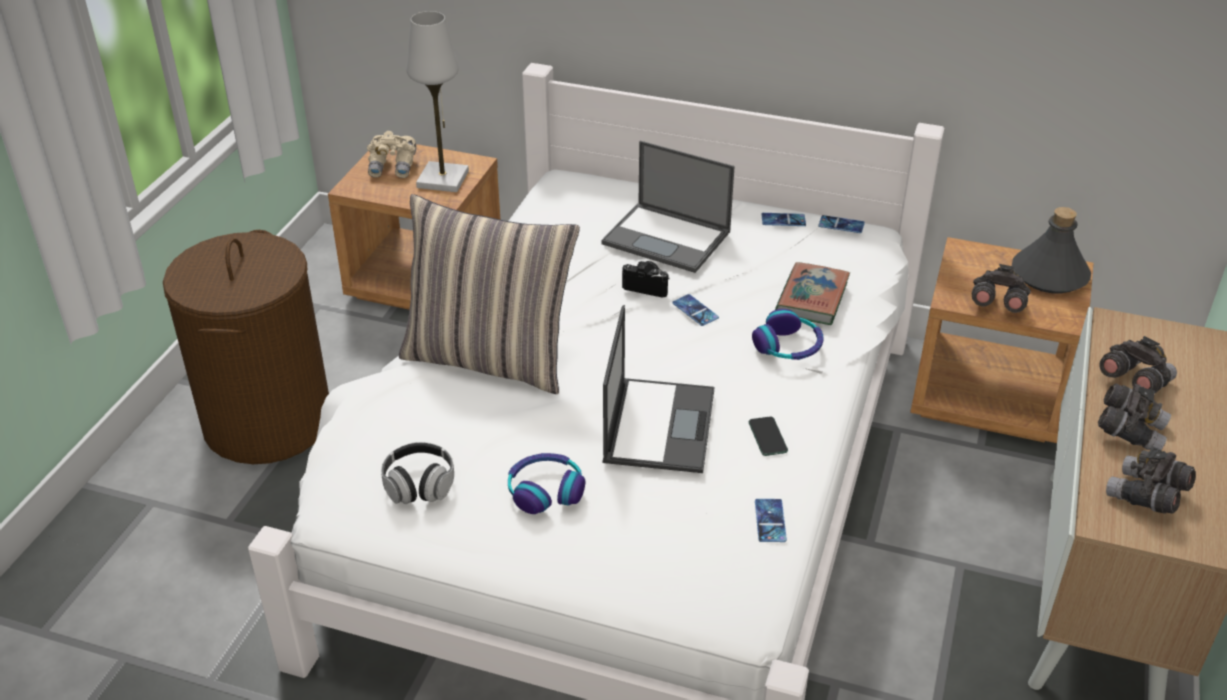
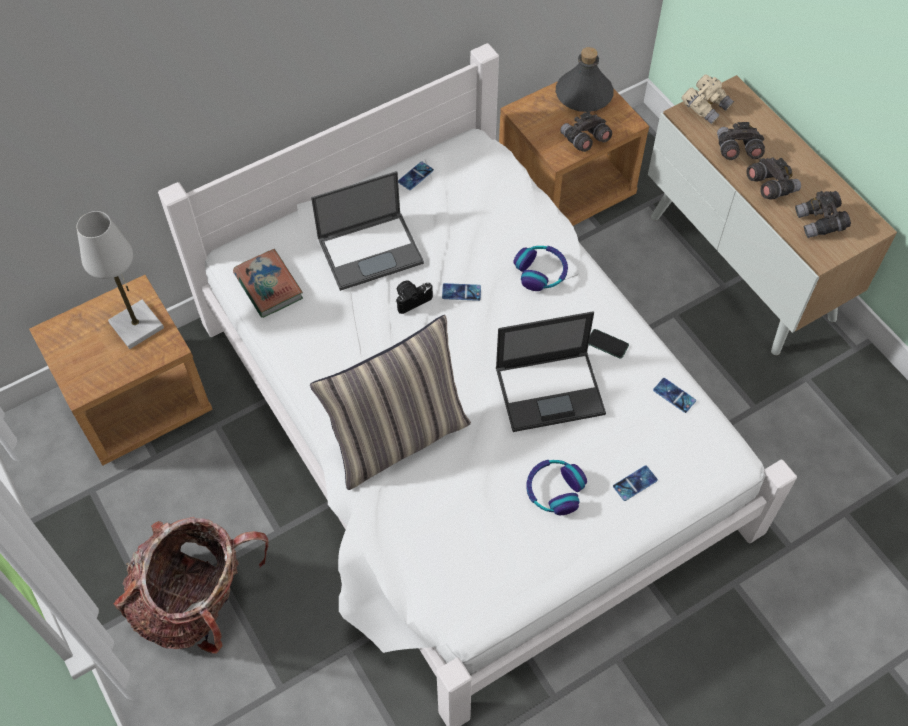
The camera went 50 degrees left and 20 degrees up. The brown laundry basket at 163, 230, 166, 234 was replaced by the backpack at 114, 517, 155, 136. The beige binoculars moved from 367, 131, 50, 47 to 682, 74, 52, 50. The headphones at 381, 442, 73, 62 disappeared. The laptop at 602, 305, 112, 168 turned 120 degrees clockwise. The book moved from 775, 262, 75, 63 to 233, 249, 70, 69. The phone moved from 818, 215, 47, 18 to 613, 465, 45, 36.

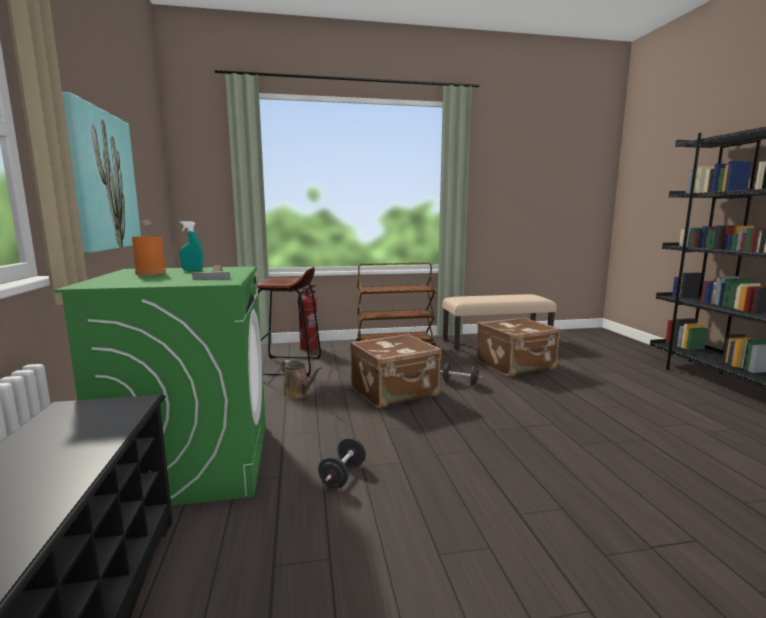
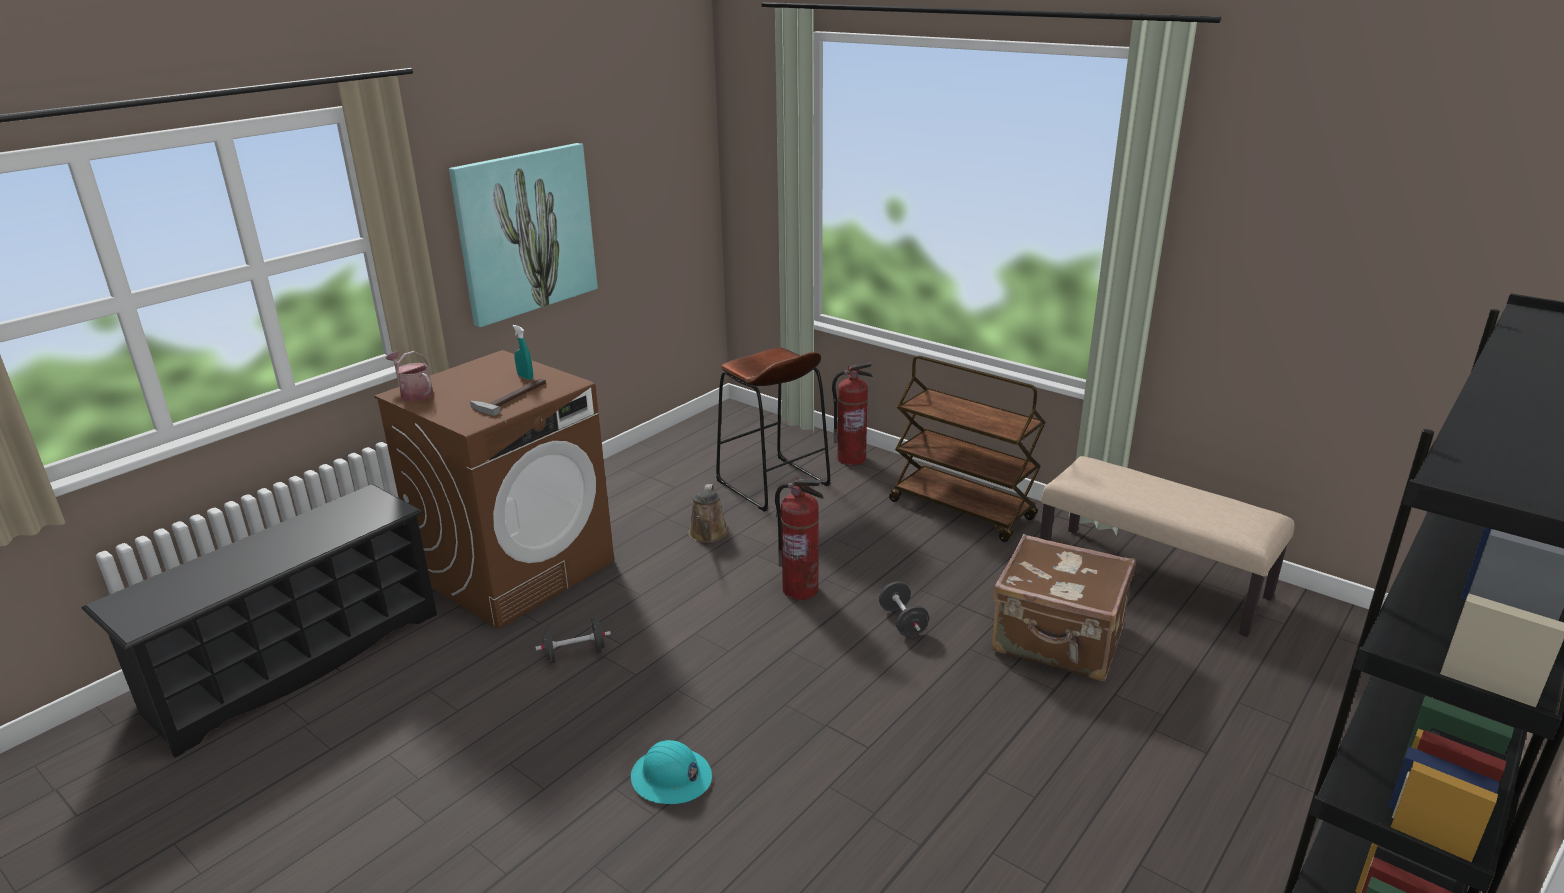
The camera went 50 degrees right and 15 degrees up. The green washing machine at 55, 266, 211, 240 became the brown washing machine at 374, 350, 240, 279. The orange bottle at 132, 220, 34, 56 disappeared. The brown suitcase at 350, 333, 91, 75 was replaced by the fire extinguisher at 775, 478, 49, 122. The watering can at 386, 351, 48, 50 appeared. The turquoise hard hat at 631, 740, 81, 64 appeared.

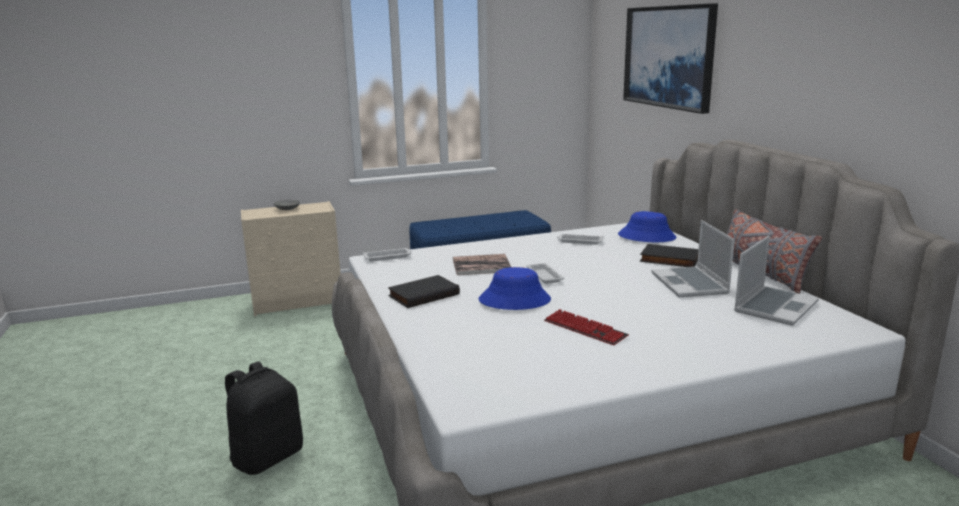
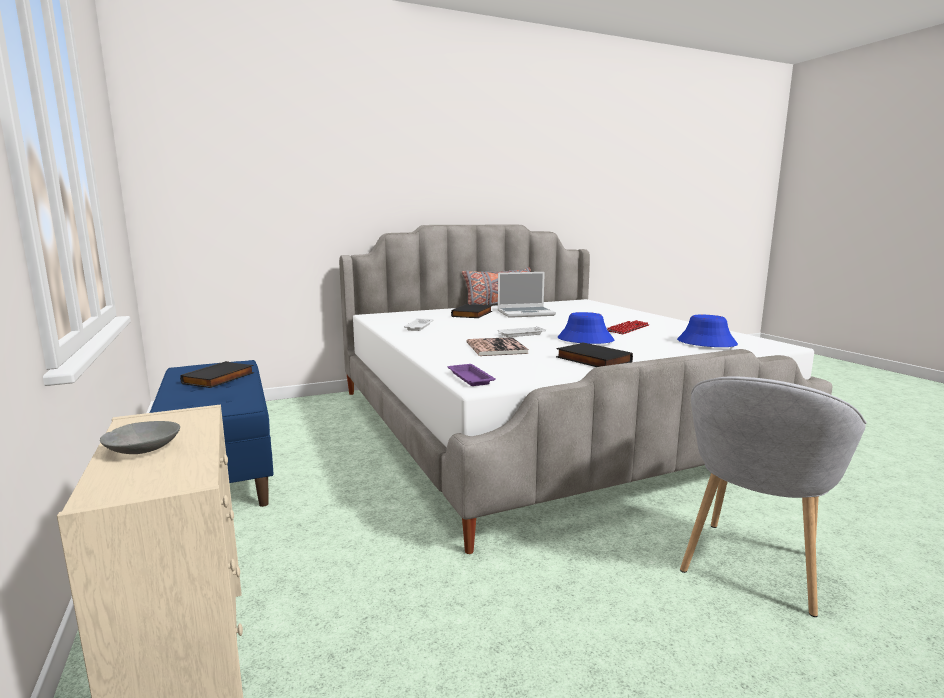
The camera went 95 degrees left and 5 degrees down. The black backpack at 225, 361, 78, 114 was replaced by the grey armchair at 680, 376, 187, 241. The white tray at 363, 248, 49, 14 became the purple tray at 448, 364, 48, 22. The blue hat moved from 618, 211, 58, 31 to 677, 315, 61, 32. The picture at 623, 3, 95, 111 disappeared. The laptop at 734, 236, 85, 90 disappeared. The black book at 180, 361, 74, 27 appeared.

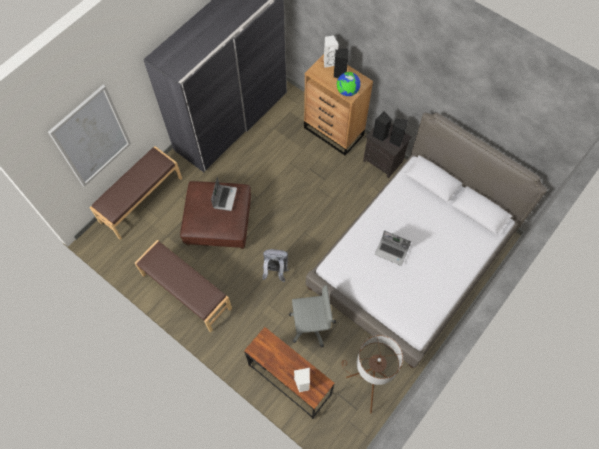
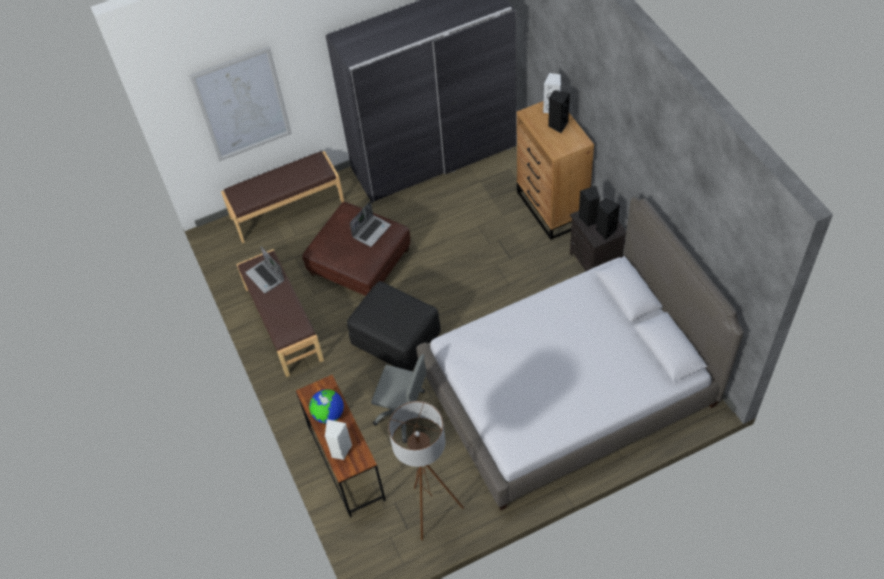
The camera went 30 degrees right and 10 degrees down. The grey backpack at 262, 249, 27, 33 was replaced by the black ottoman at 347, 281, 94, 90. The globe moved from 337, 72, 24, 24 to 309, 389, 35, 35. The laptop moved from 375, 230, 36, 36 to 245, 246, 39, 47.

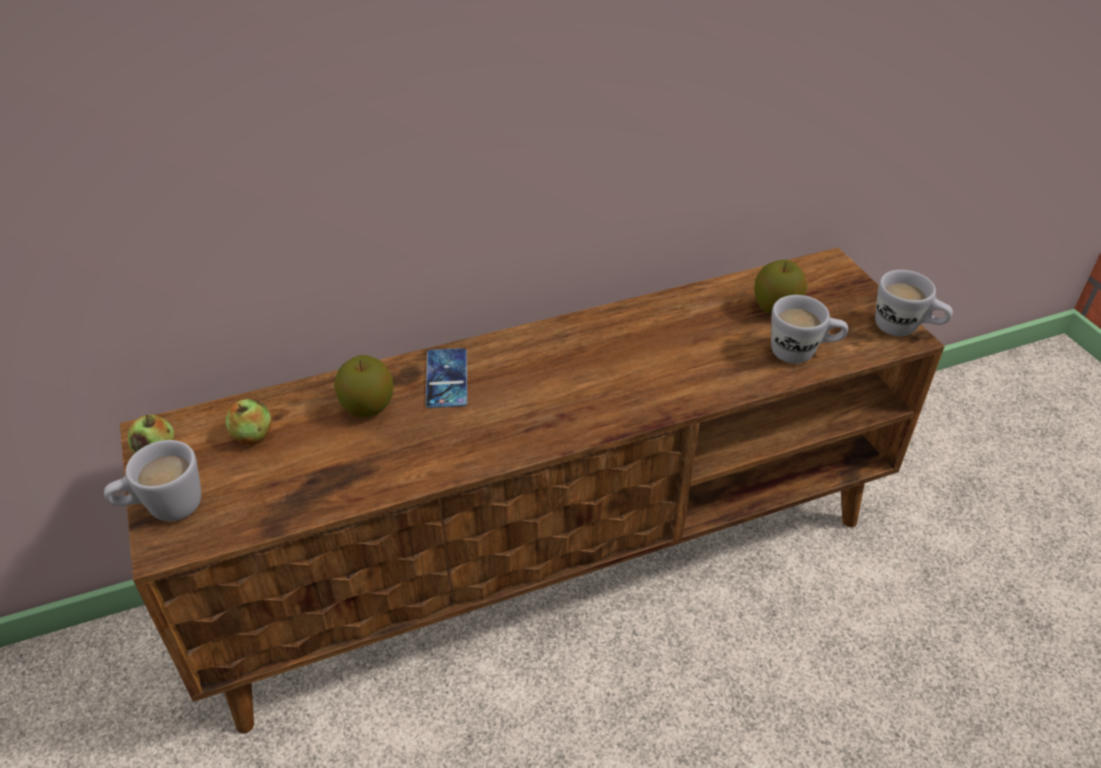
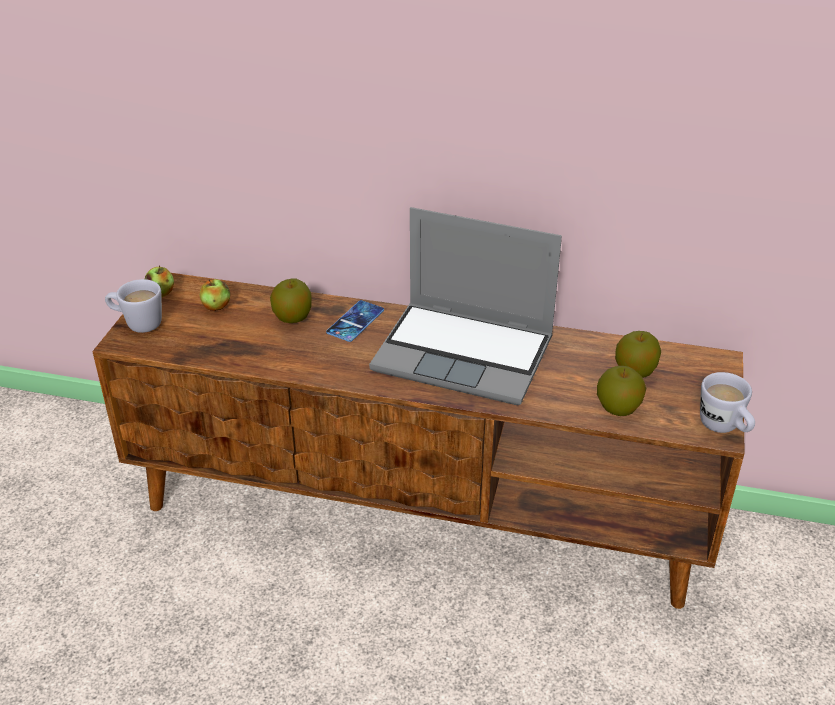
The camera went 35 degrees right and 5 degrees down. The white mug at 771, 295, 77, 69 was replaced by the apple at 597, 366, 49, 50. The laptop at 369, 207, 193, 198 appeared.

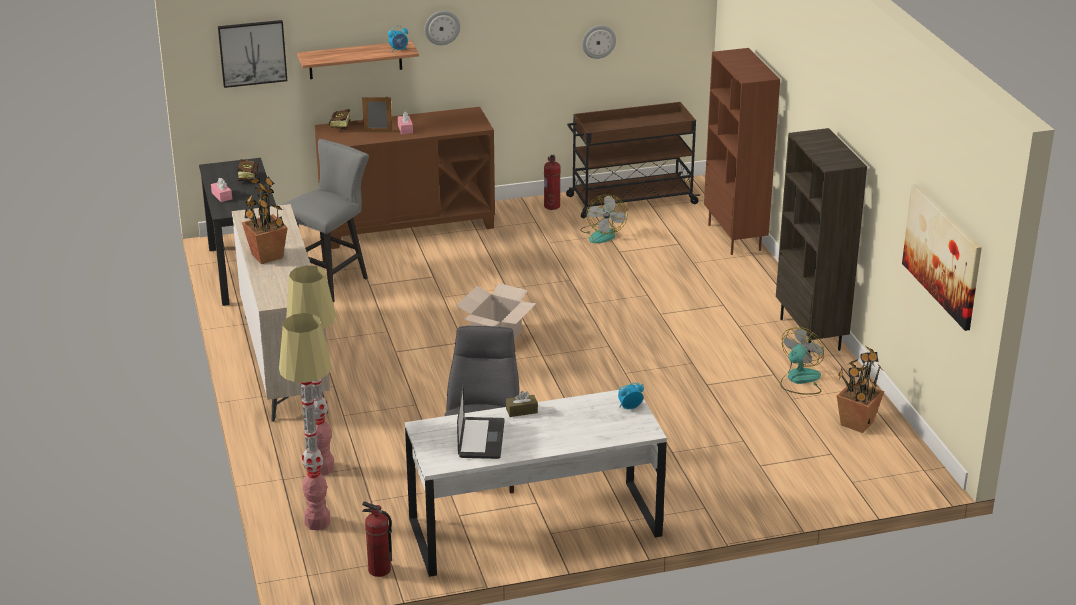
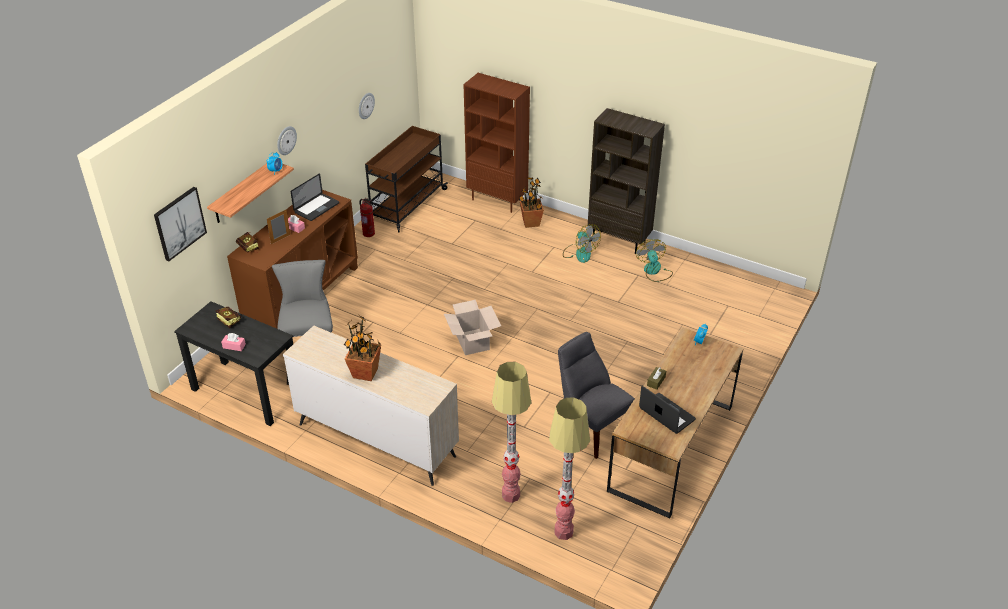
The camera went 45 degrees left and 10 degrees up. The fire extinguisher at 362, 501, 30, 76 disappeared. The white desk at 405, 390, 262, 187 became the brown desk at 607, 327, 136, 192. The fan moved from 580, 194, 48, 49 to 563, 224, 38, 39. The potted plant moved from 837, 346, 47, 87 to 519, 177, 25, 51. The picture at 902, 184, 80, 147 disappeared. The laptop at 291, 174, 48, 47 appeared.

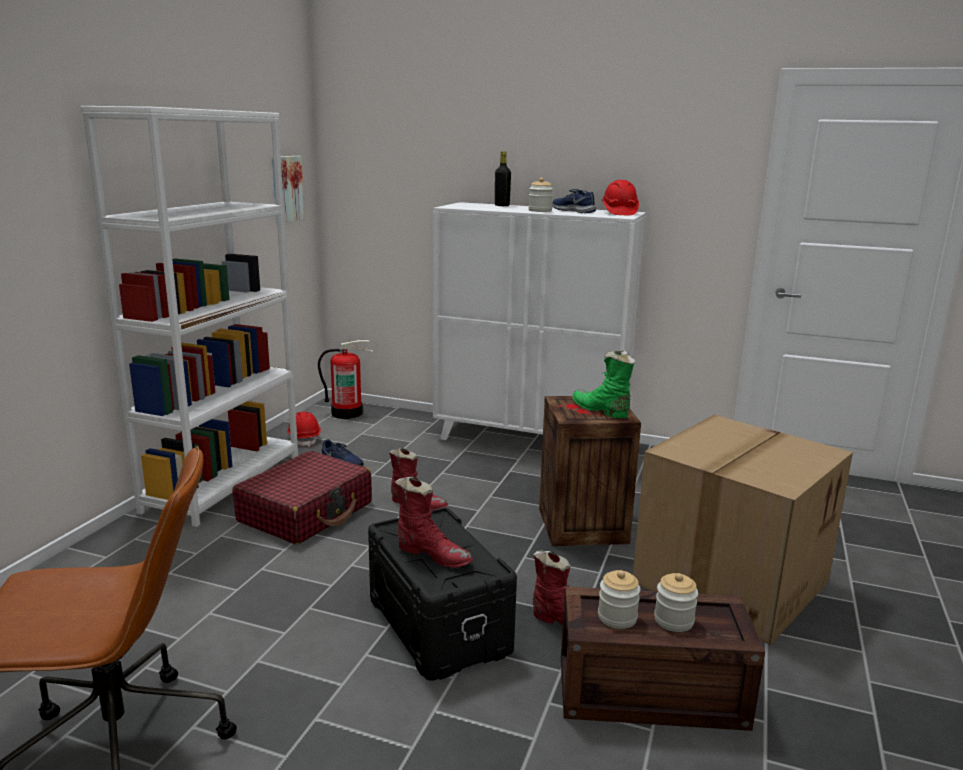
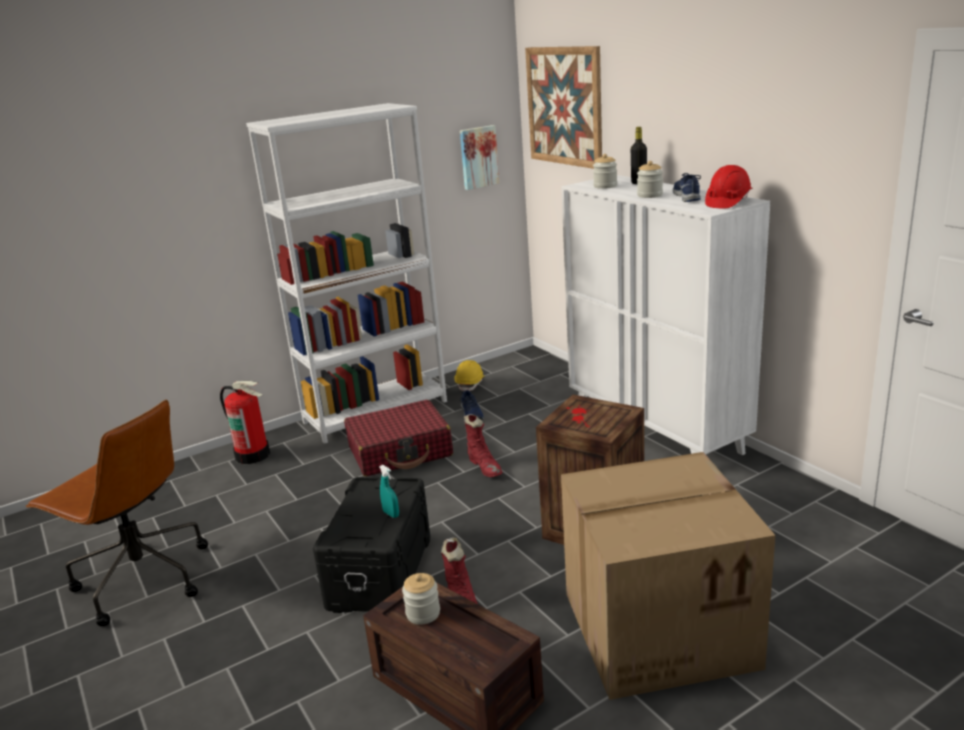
The camera went 40 degrees right and 5 degrees up. The red hard hat at 287, 412, 34, 35 became the yellow hard hat at 454, 360, 31, 31. The fire extinguisher moved from 318, 340, 55, 79 to 220, 381, 50, 83. The red boot at 395, 477, 78, 91 disappeared. The green boot at 572, 350, 63, 68 disappeared. The jar moved from 654, 573, 44, 59 to 593, 154, 24, 35. The turquoise spray bottle at 379, 465, 20, 53 appeared. The picture at 525, 46, 77, 123 appeared.

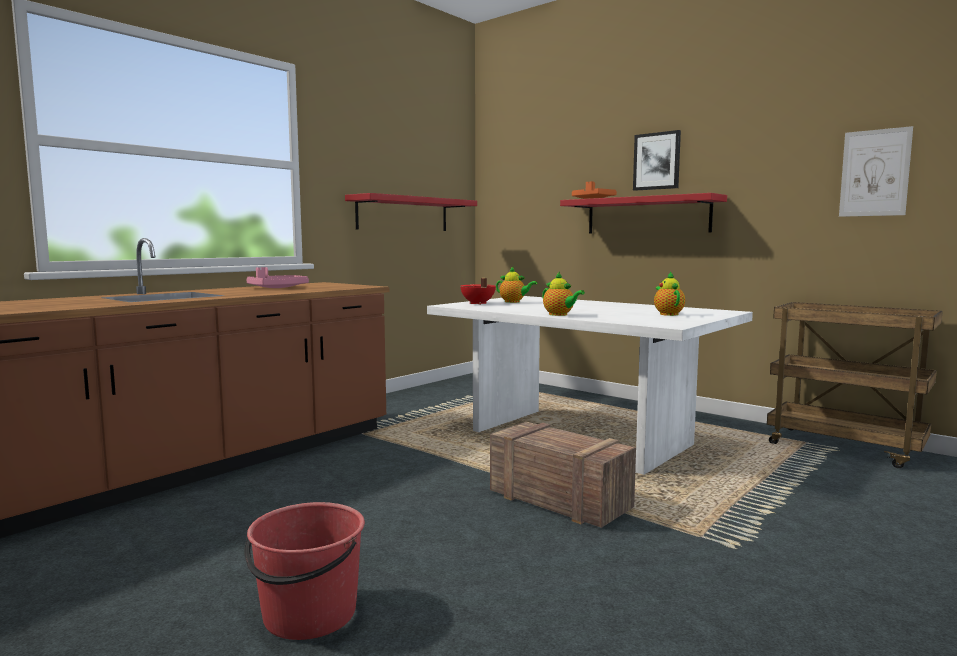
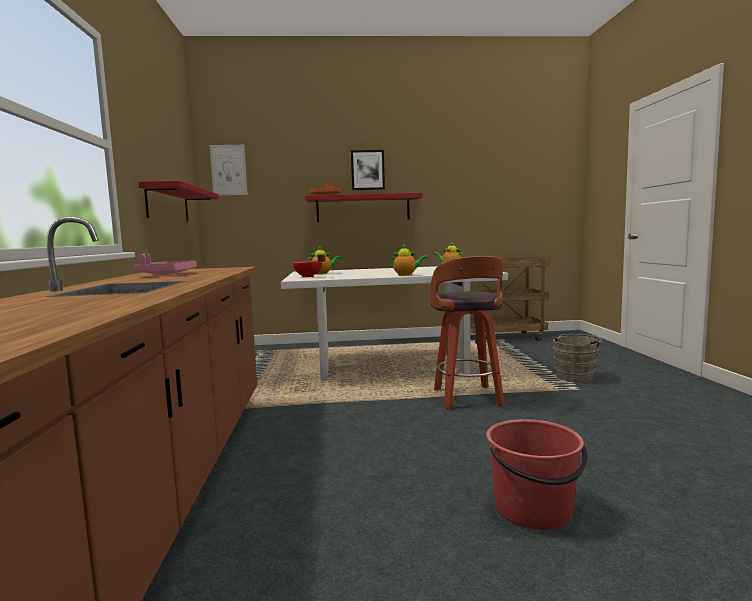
The camera went 45 degrees left and 0 degrees up. The crate at 490, 422, 146, 106 was replaced by the stool at 430, 256, 74, 153. The picture moved from 839, 126, 74, 91 to 210, 145, 38, 51. The brown bucket at 553, 334, 50, 49 appeared.

